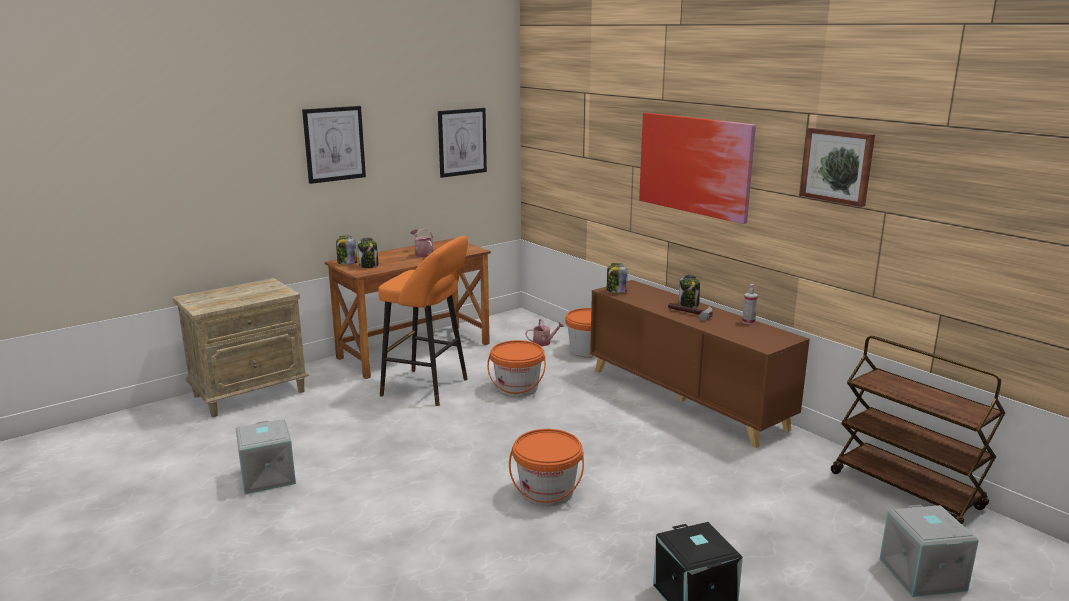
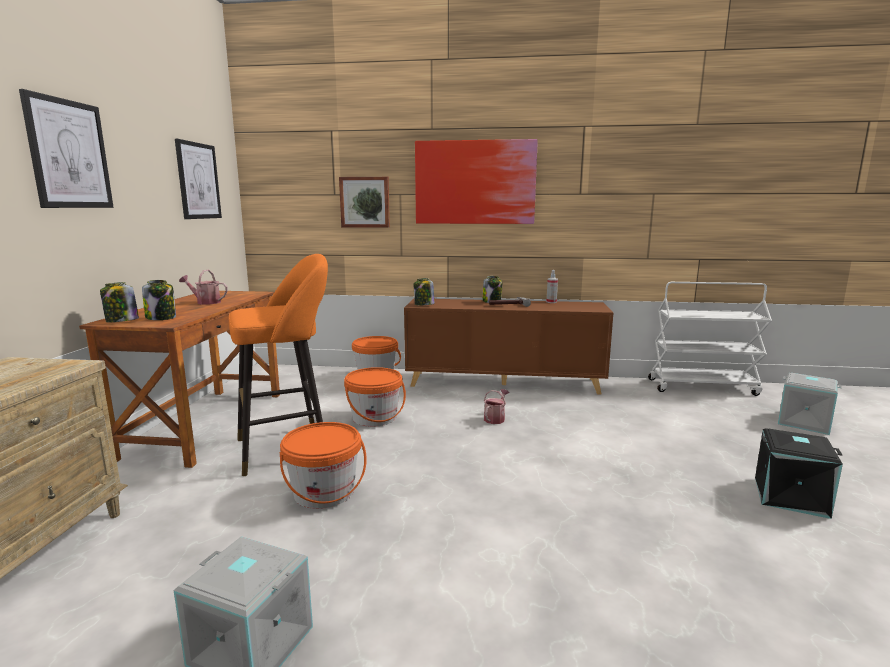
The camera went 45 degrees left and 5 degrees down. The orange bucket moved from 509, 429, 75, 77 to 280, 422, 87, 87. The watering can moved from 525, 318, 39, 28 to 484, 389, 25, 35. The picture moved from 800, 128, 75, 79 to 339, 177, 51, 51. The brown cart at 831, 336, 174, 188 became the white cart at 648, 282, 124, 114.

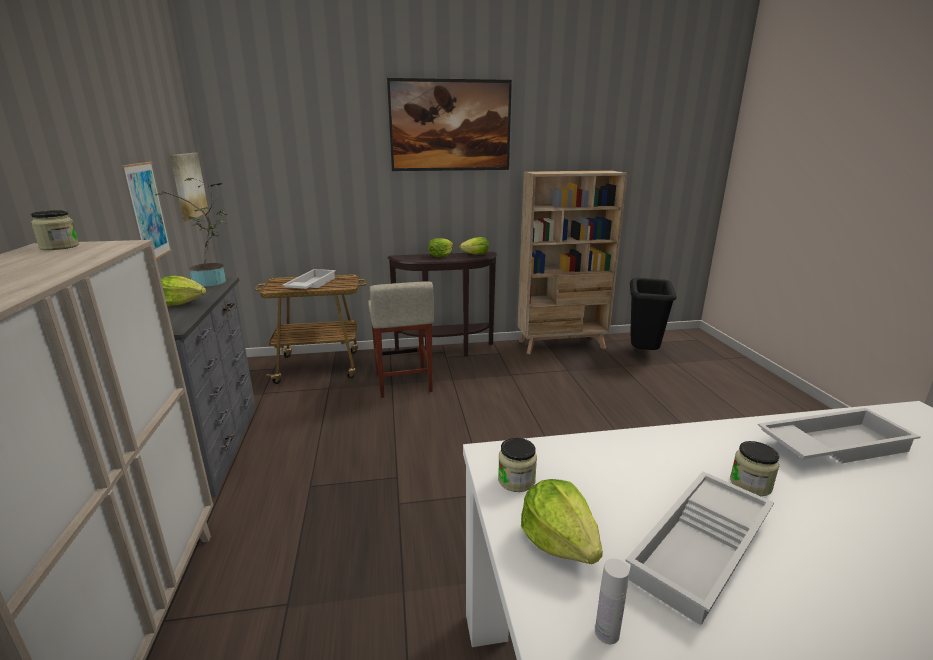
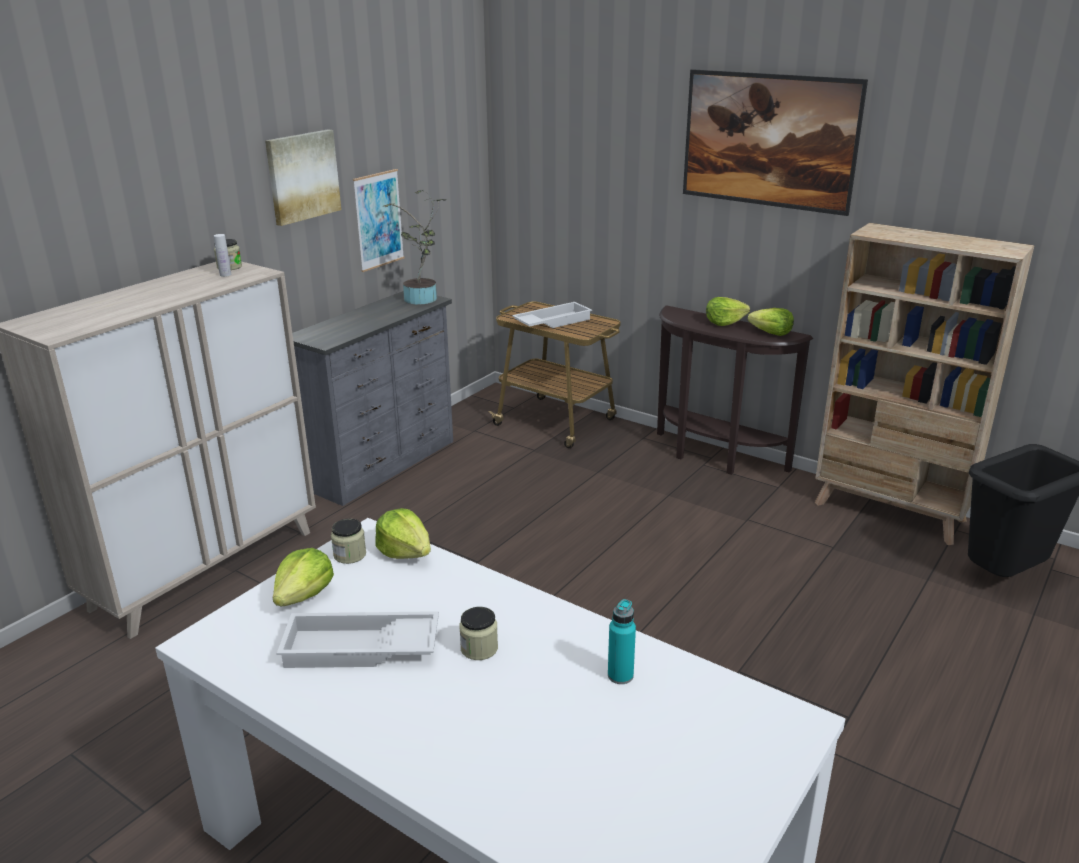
The camera went 45 degrees right and 5 degrees up. The lettuce moved from 161, 276, 45, 30 to 375, 508, 56, 51. The picture moved from 170, 153, 38, 68 to 265, 129, 76, 97. The beige stool at 368, 281, 66, 117 disappeared. The white bottle moved from 595, 559, 34, 85 to 214, 234, 17, 43. The white tray at 758, 408, 163, 55 was replaced by the turquoise bottle at 608, 599, 28, 85.

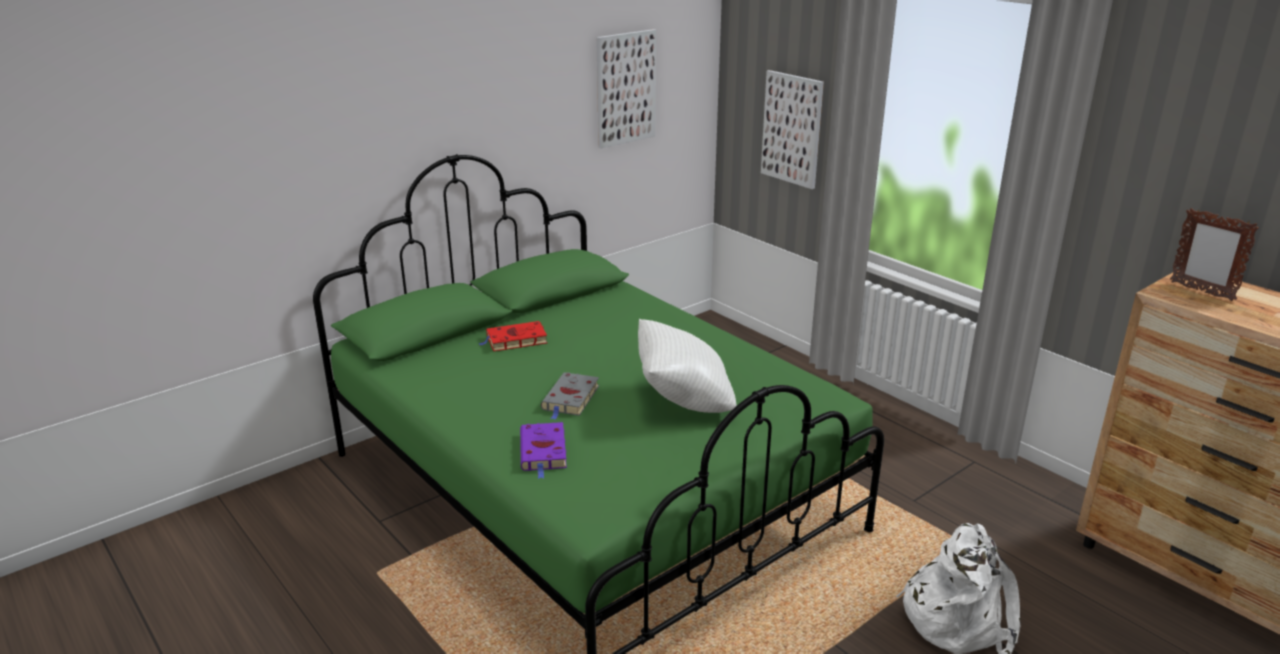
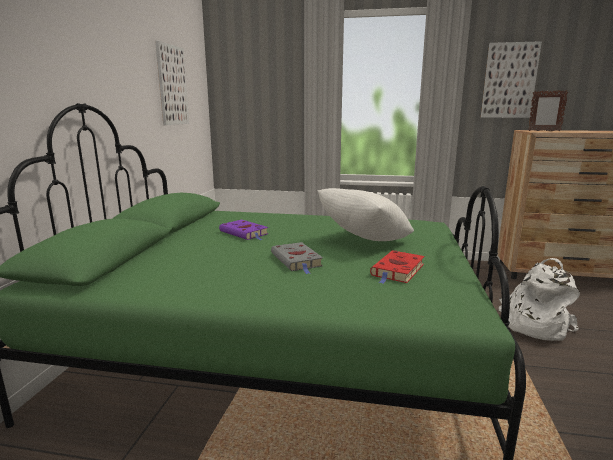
The camera went 40 degrees left and 10 degrees down. The red book moved from 478, 321, 69, 30 to 370, 250, 55, 34. The purple book moved from 520, 422, 47, 57 to 219, 220, 49, 20. The picture moved from 761, 70, 63, 119 to 481, 41, 61, 77.

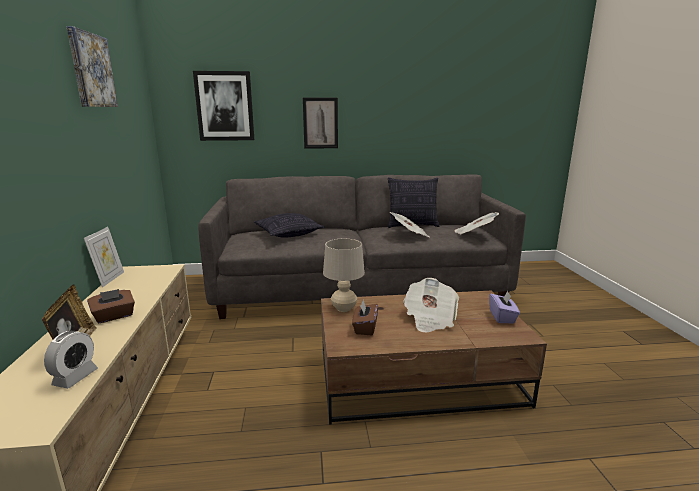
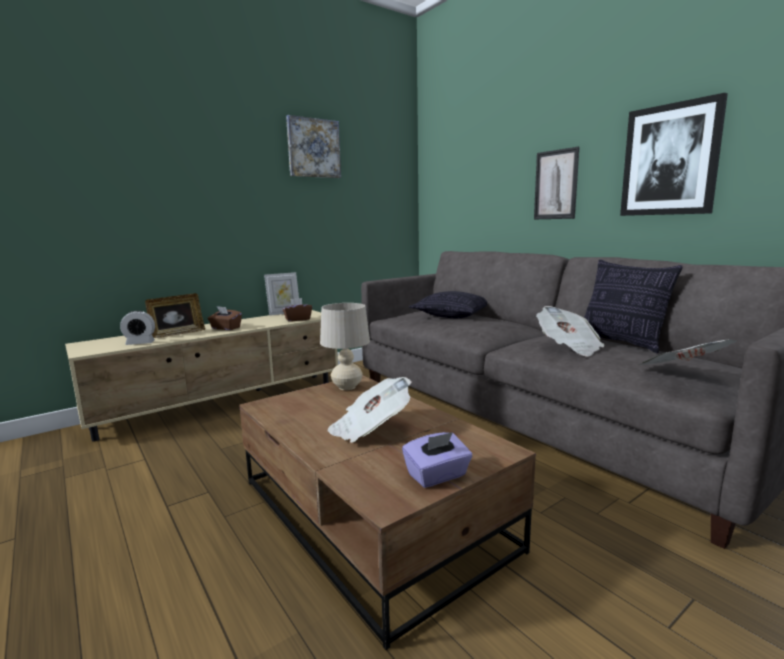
The camera went 60 degrees right and 5 degrees down. The picture moved from 193, 71, 61, 70 to 620, 93, 108, 123. The brown tissue box moved from 352, 300, 26, 35 to 283, 298, 29, 24.

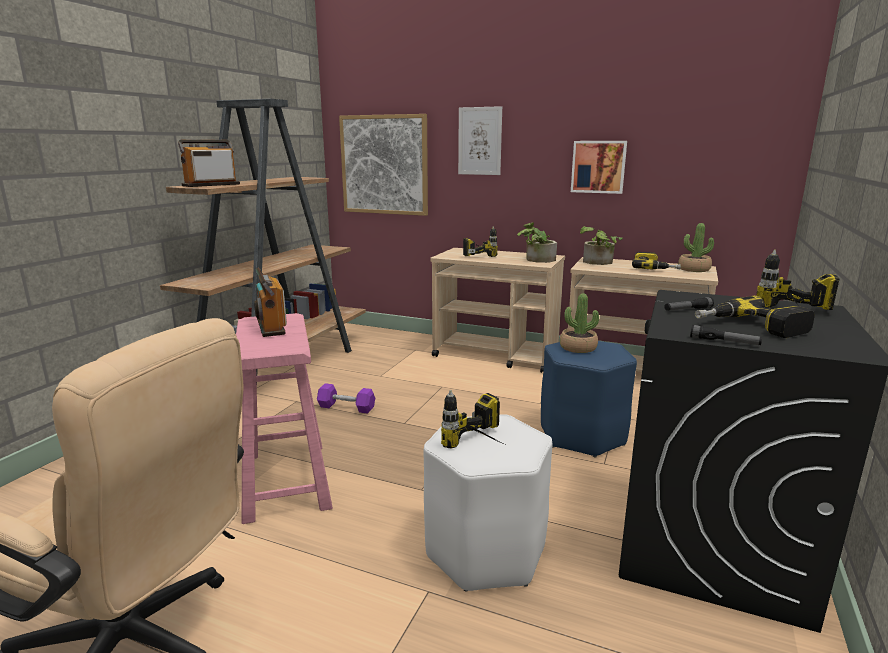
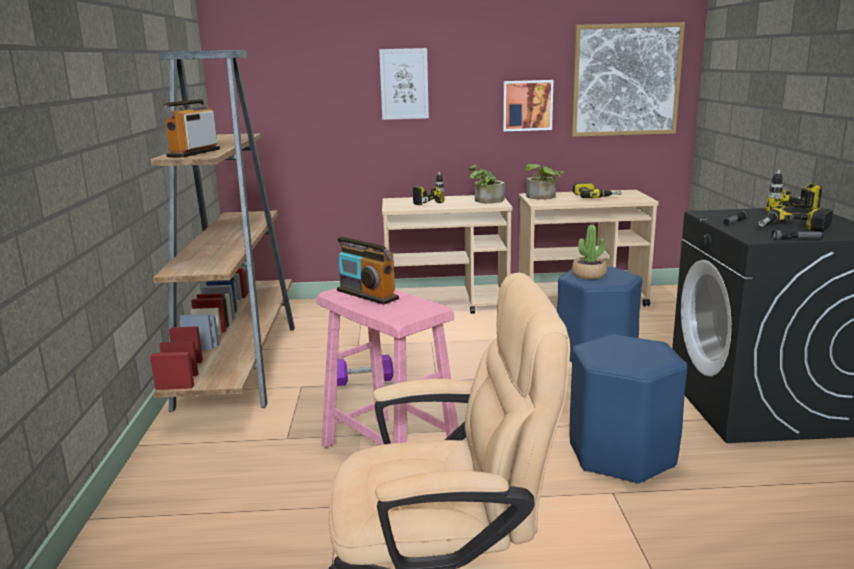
The camera went 25 degrees left and 0 degrees up. The picture moved from 339, 114, 89, 102 to 571, 22, 114, 115. The white stool at 423, 414, 130, 178 became the blue stool at 569, 334, 118, 150. The power drill at 441, 390, 66, 58 disappeared. The potted plant at 678, 223, 36, 49 disappeared.

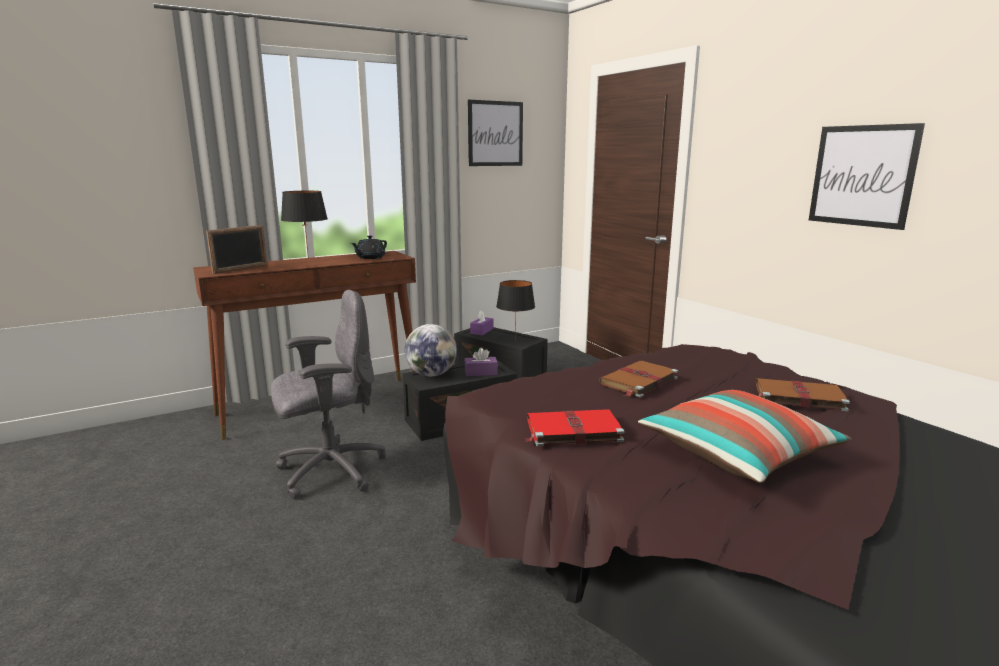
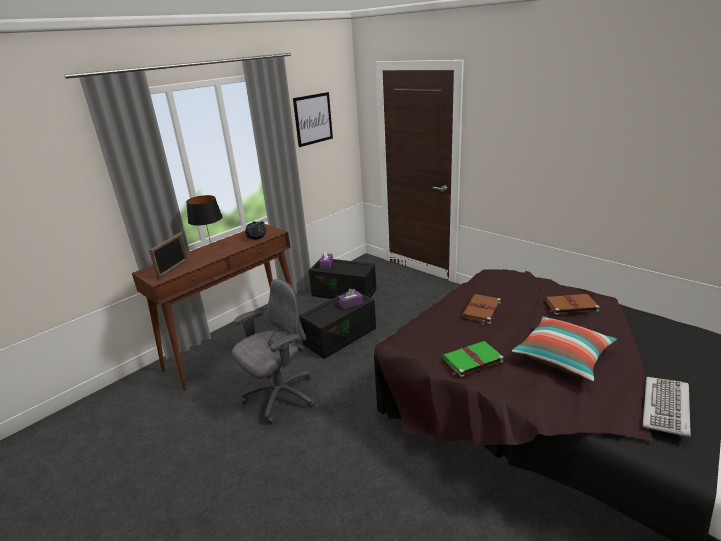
The camera went 15 degrees left and 10 degrees up. The globe at 404, 324, 53, 52 disappeared. The black table lamp at 496, 280, 39, 60 disappeared. The red book at 525, 409, 100, 37 became the green book at 442, 341, 62, 36. The picture at 809, 123, 116, 107 disappeared. The keyboard at 643, 377, 48, 60 appeared.

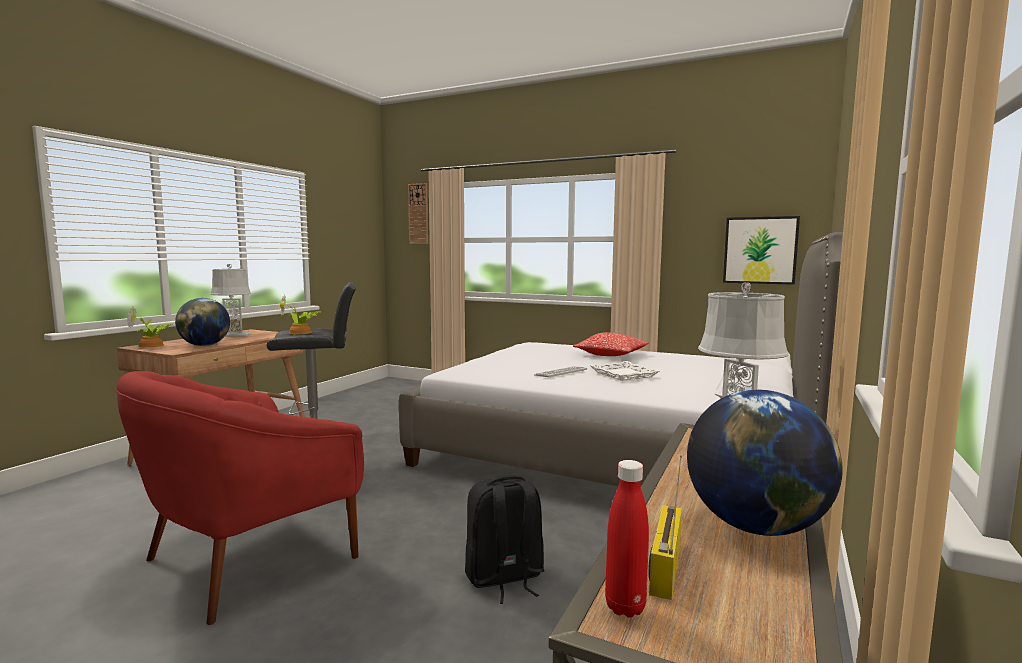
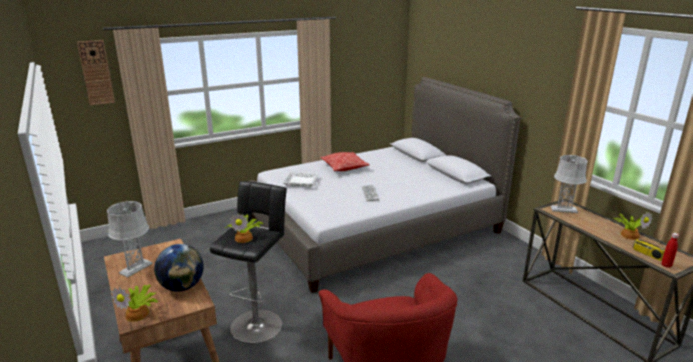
The camera went 55 degrees left and 15 degrees up. The black backpack at 465, 475, 79, 129 disappeared. The white tray moved from 590, 361, 70, 20 to 282, 172, 37, 15. The globe at 687, 390, 156, 146 was replaced by the potted plant at 613, 211, 40, 29. The picture at 723, 216, 77, 69 disappeared.

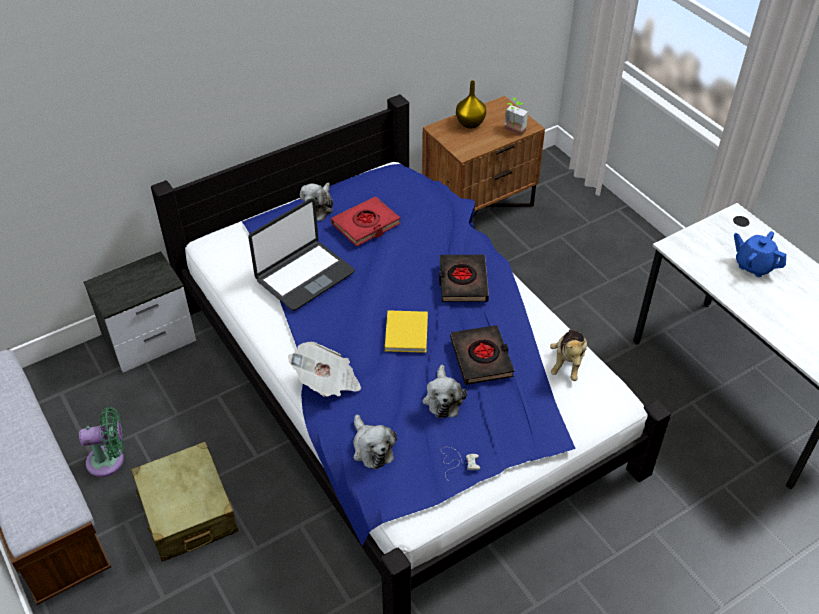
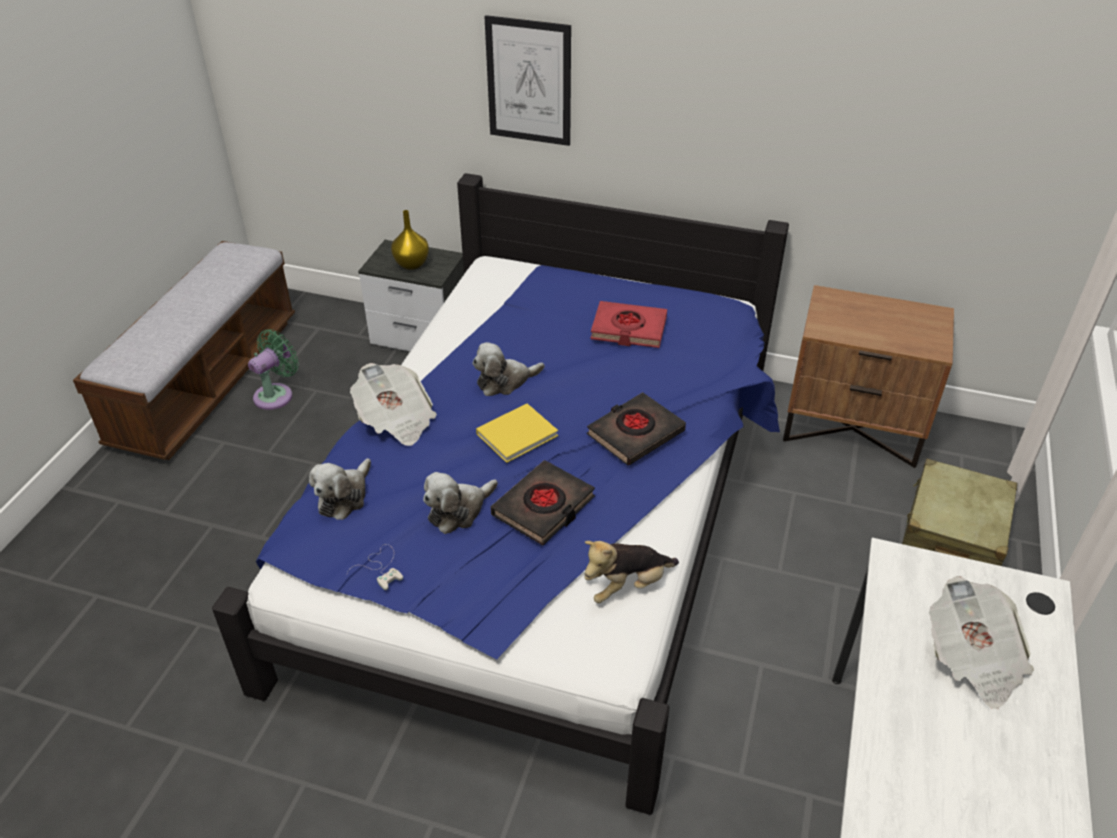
The camera went 50 degrees right and 5 degrees down. The green fan at 79, 407, 45, 70 turned 90 degrees counterclockwise. The beige suitcase moved from 131, 442, 108, 120 to 902, 458, 115, 108. The laptop at 248, 198, 107, 113 disappeared. The plush toy moved from 300, 183, 33, 38 to 472, 342, 72, 54. The yellow vase moved from 456, 80, 30, 49 to 391, 210, 38, 60. The potted plant at 504, 97, 24, 39 disappeared. The blue teapot at 734, 231, 52, 46 was replaced by the newspaper at 929, 576, 105, 133. The picture at 484, 15, 87, 131 appeared.

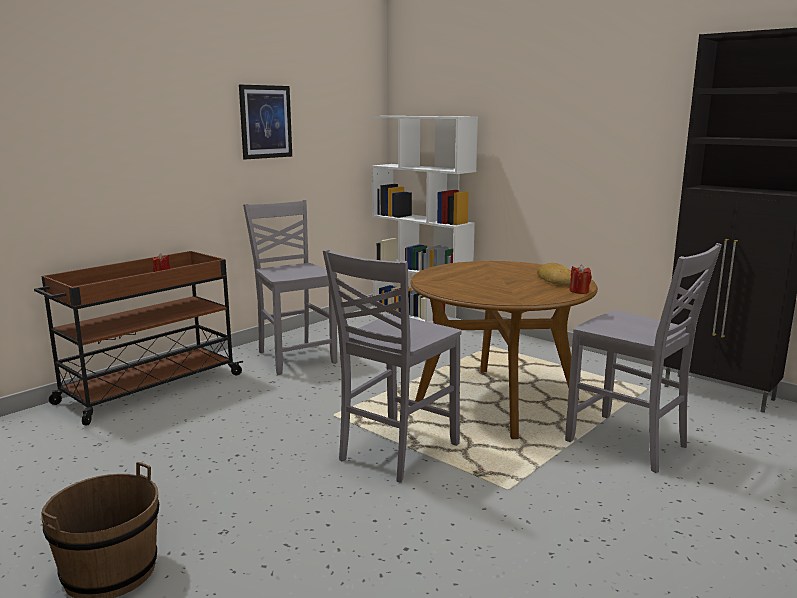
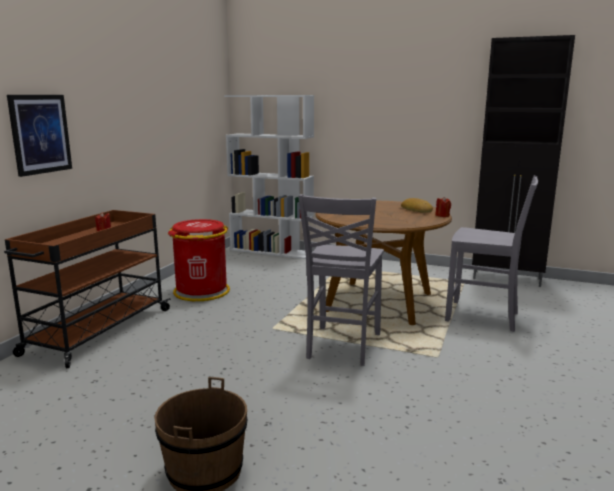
The camera went 20 degrees left and 0 degrees up. The picture moved from 239, 85, 53, 74 to 7, 95, 65, 82. The grey chair at 243, 200, 94, 175 was replaced by the red trash can at 168, 219, 62, 82.

